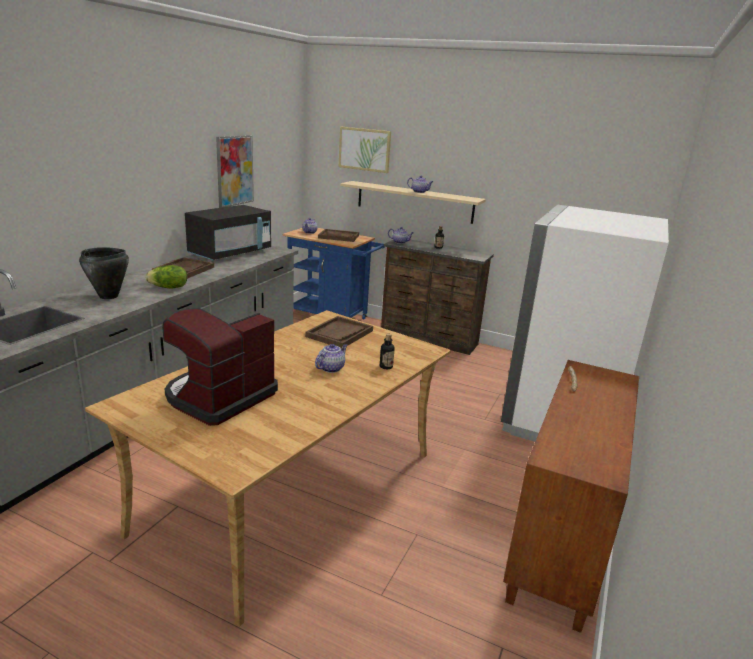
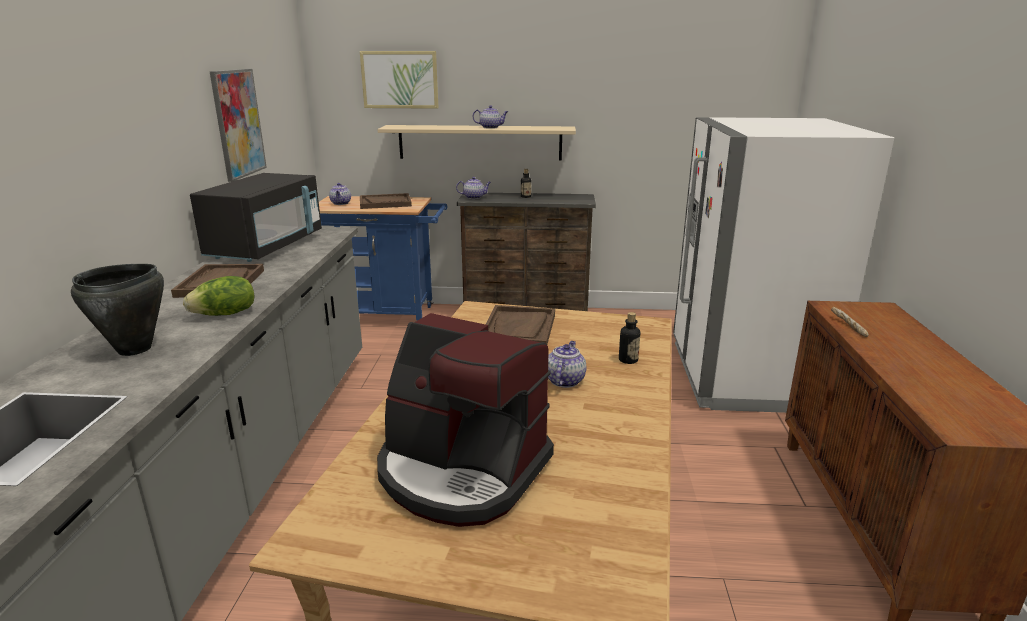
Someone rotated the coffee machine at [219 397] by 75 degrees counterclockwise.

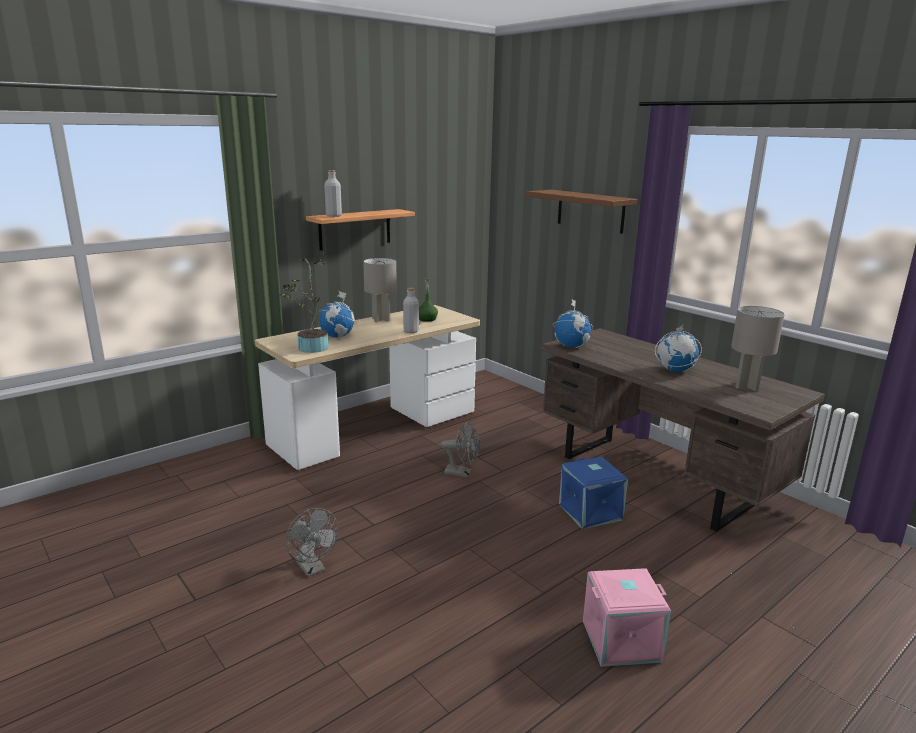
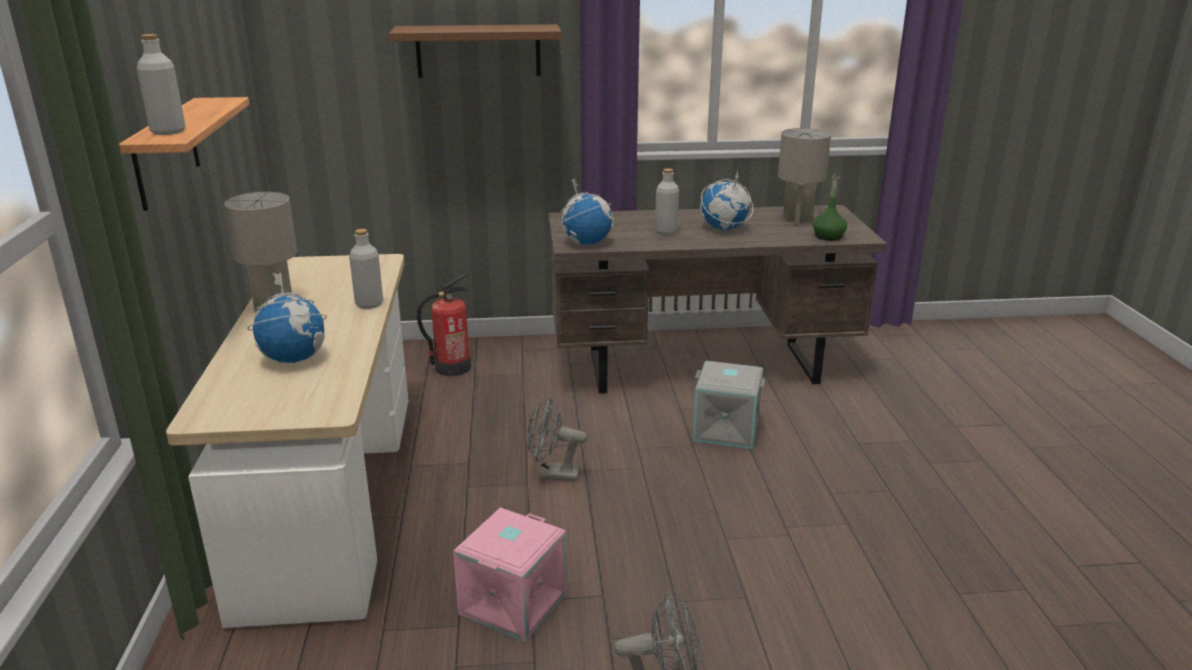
Someone took away the potted plant at [310 348].
Someone put down the fire extinguisher at [452 368].
Someone put down the bottle/grey at [666 231].
Someone carried the bottle/green from [427 319] to [828 236].
Someone carried the storage box/pink from [621 639] to [512 602].
Someone repainted the storage box/blue at [591 512], which became the storage box/grey at [727 429].
Someone rotated the fan/grey at [462 473] by 135 degrees counterclockwise.

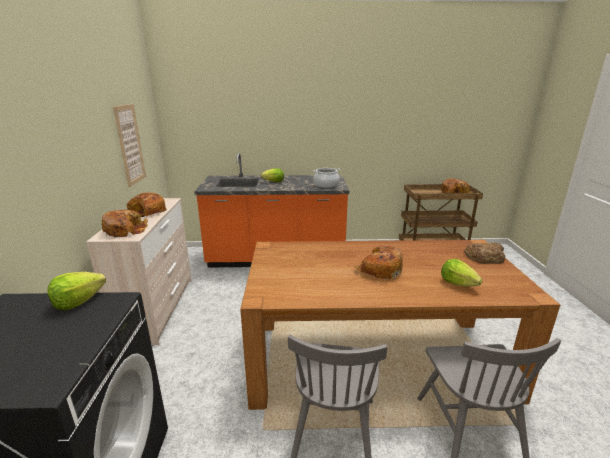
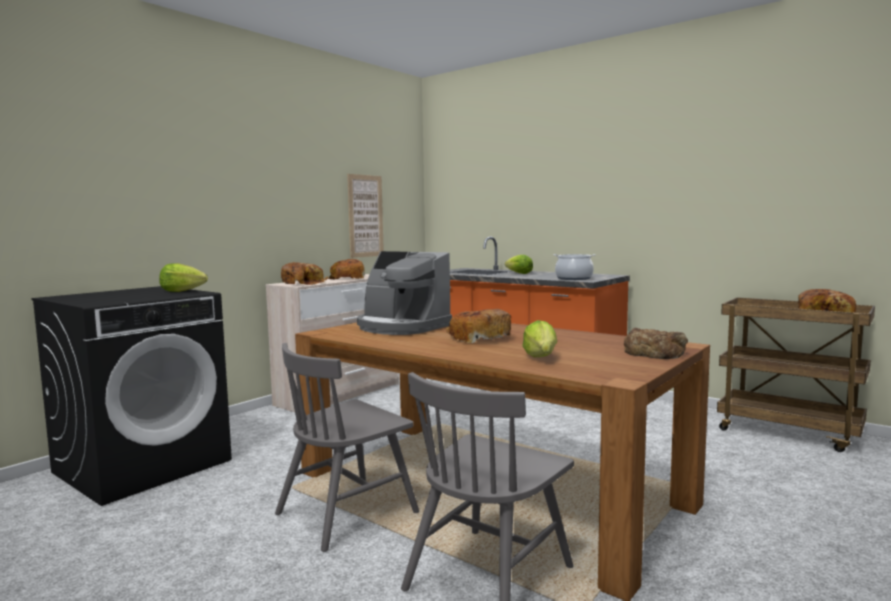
Someone put down the coffee machine at [401 327].

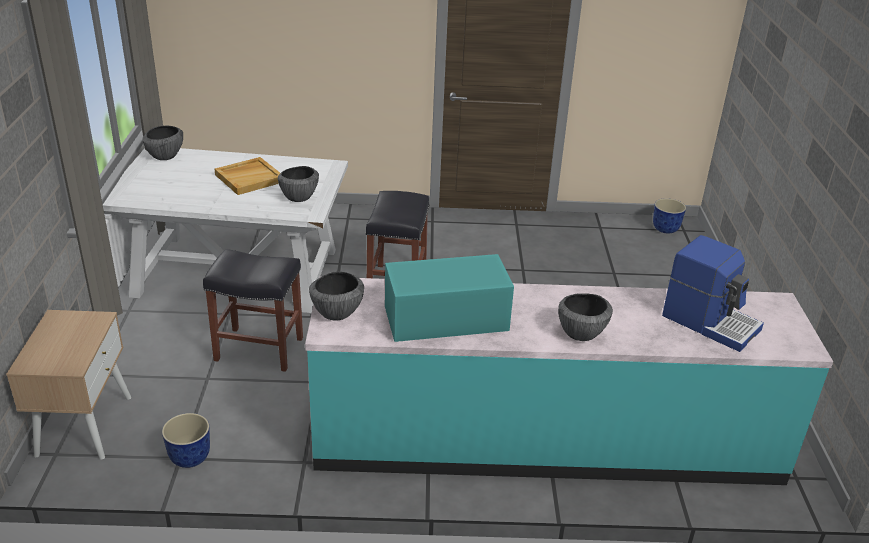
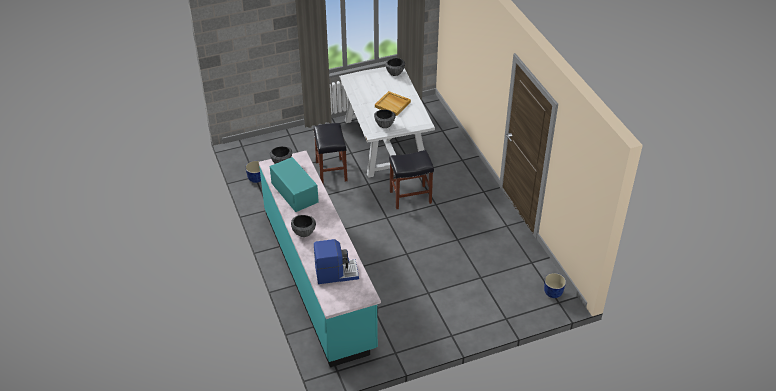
Someone took away the nightstand/beige at [84 425].
Someone rotated the coffee machine at [710 322] by 120 degrees counterclockwise.

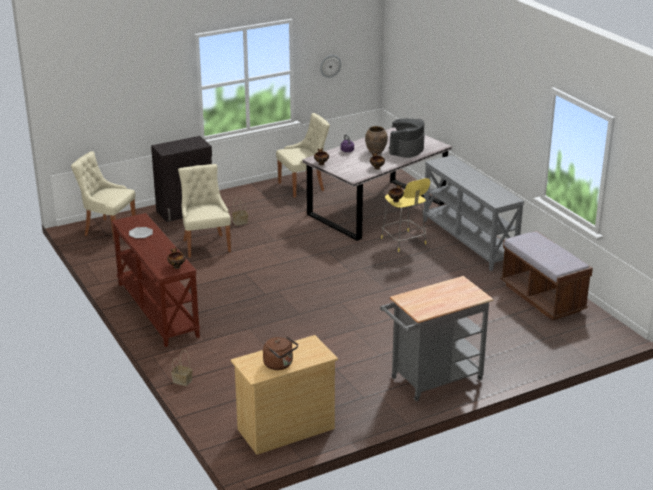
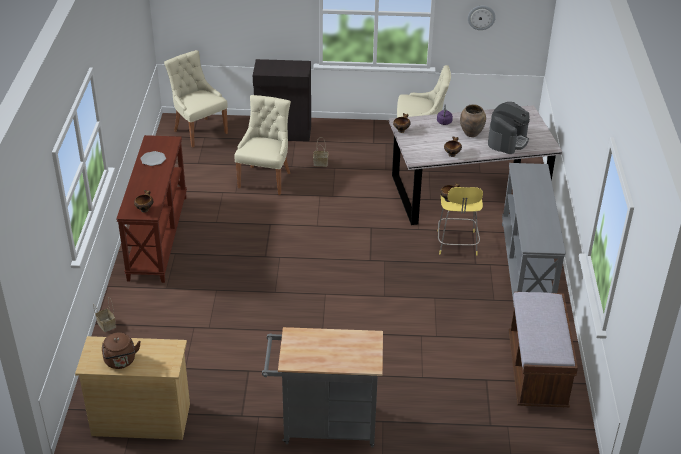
Someone rotated the coffee machine at [406 149] by 150 degrees clockwise.

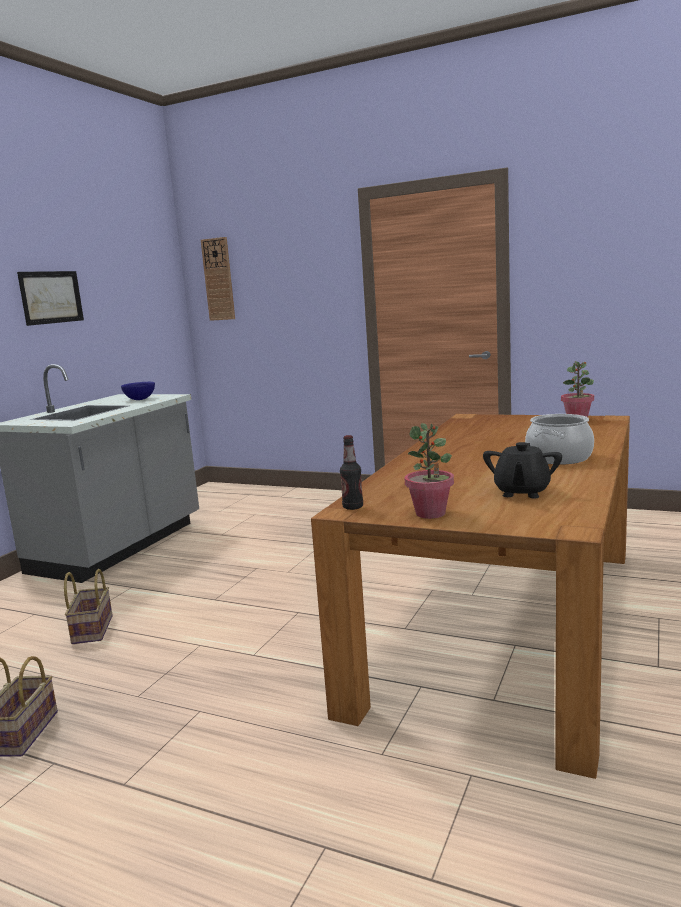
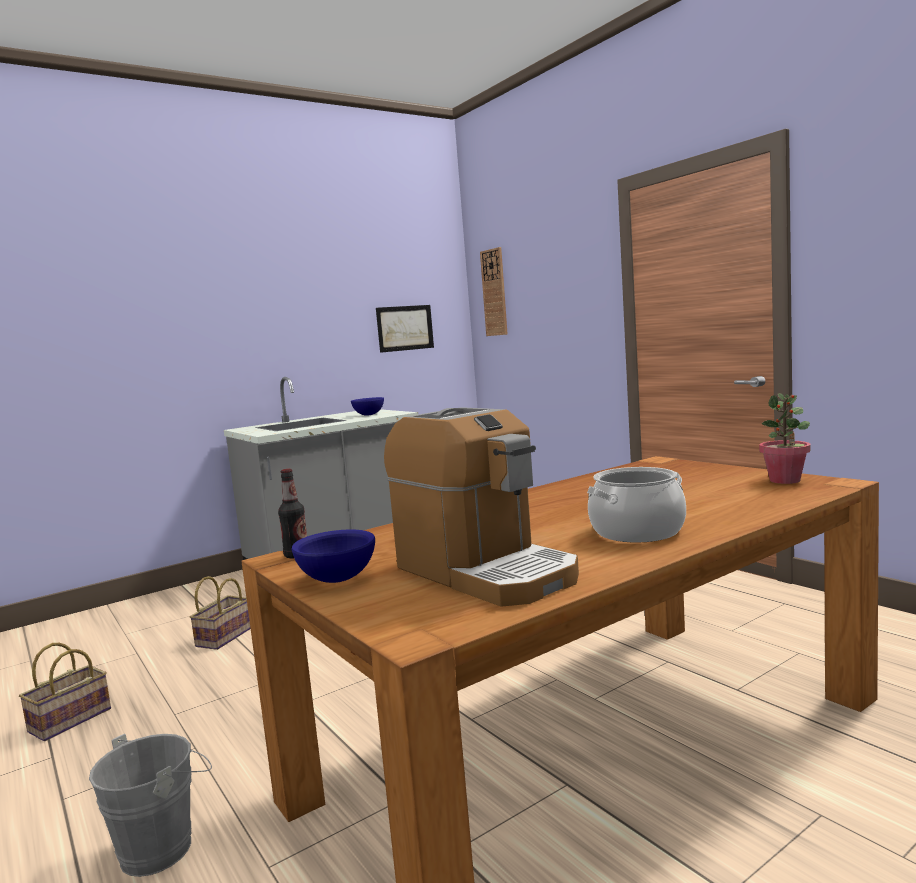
Someone put down the bucket/grey at [164 846].
Someone carried the picture from [51 297] to [405 328].
Someone swapped the potted plant at [431 513] for the bowl/blue at [339 579].
Someone swapped the teapot/black at [521 492] for the coffee machine at [485 572].

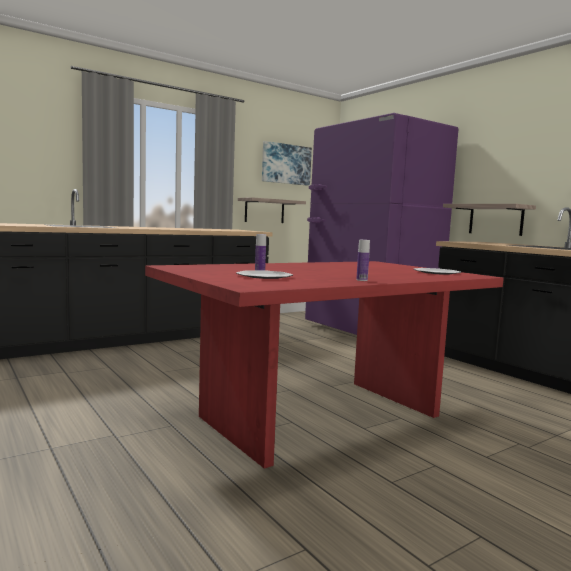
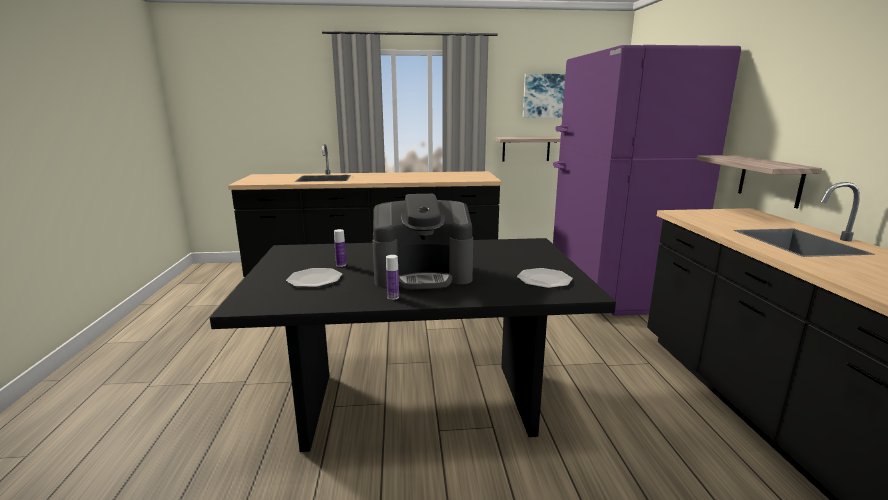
Someone put down the coffee machine at [423 274].
Someone repainted the dining table/red at [322 415], which became the dining table/black at [419 402].

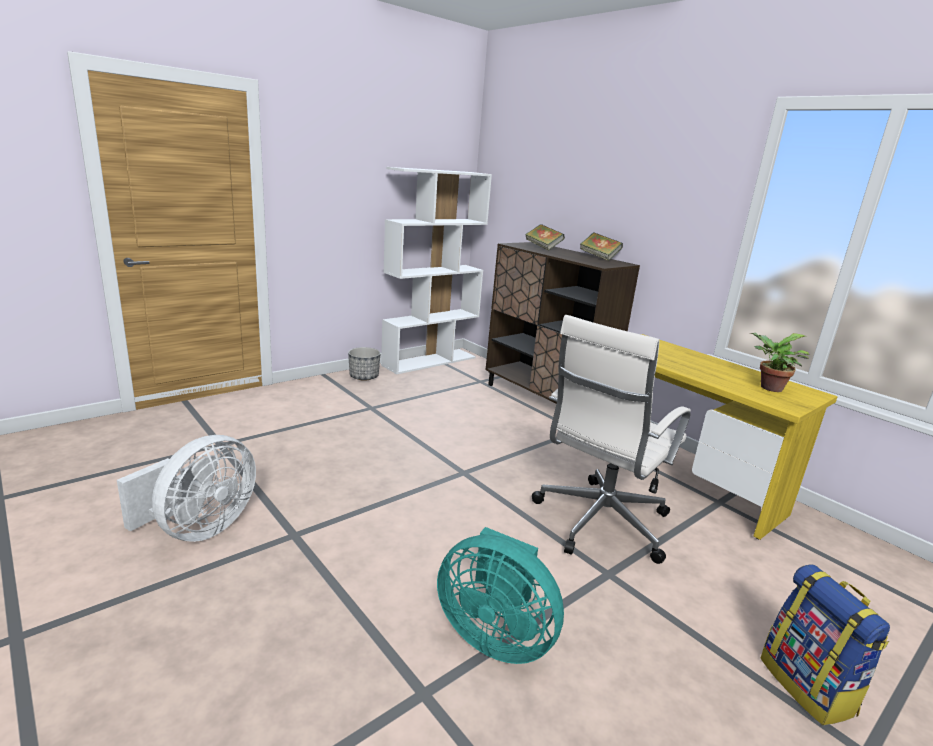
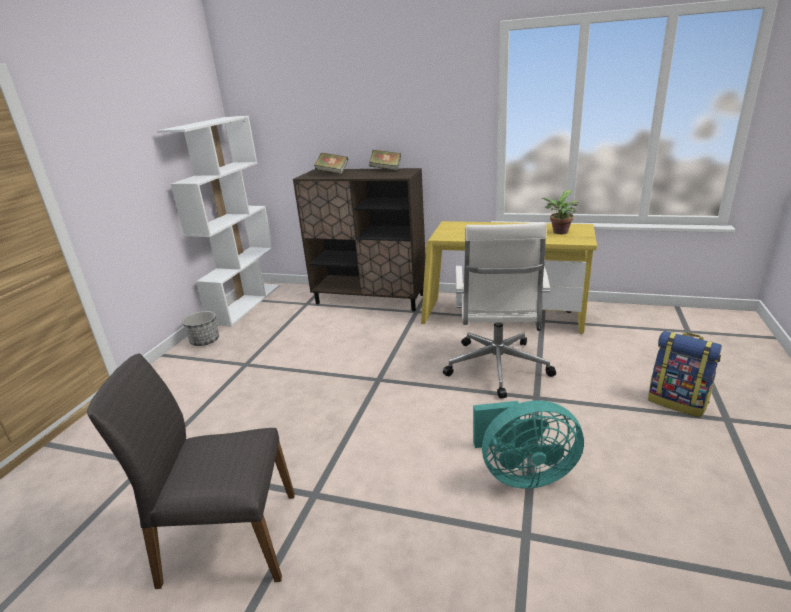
Someone swapped the fan/white at [199 529] for the chair/grey at [228 539].

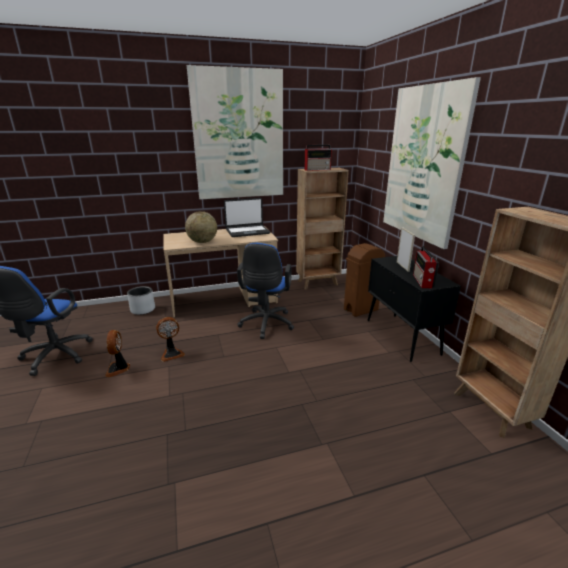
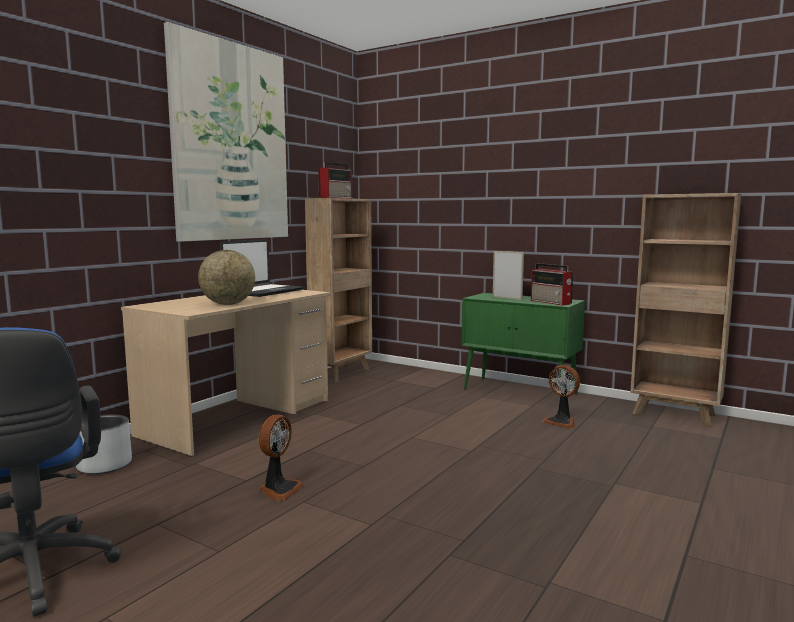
Someone took away the office chair/blue at [266 325].
Someone took away the trash can/brown at [361 309].
Someone took away the picture at [423 164].
Someone carried the fan from [118 369] to [561 422].
Someone repainted the cabinet/black at [402 337], which became the cabinet/green at [521 391].

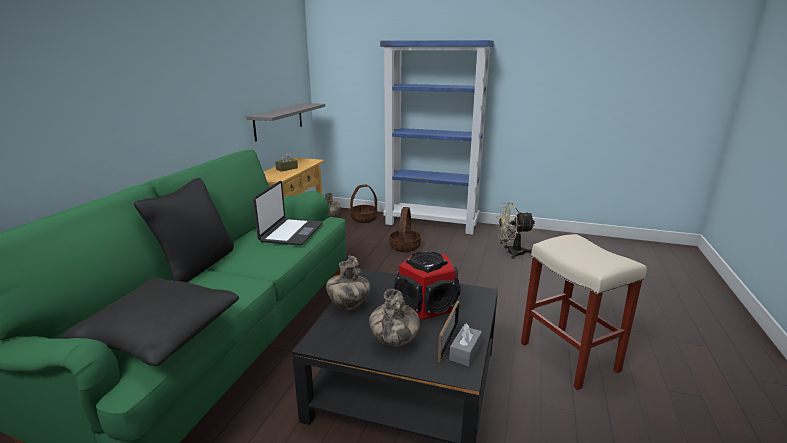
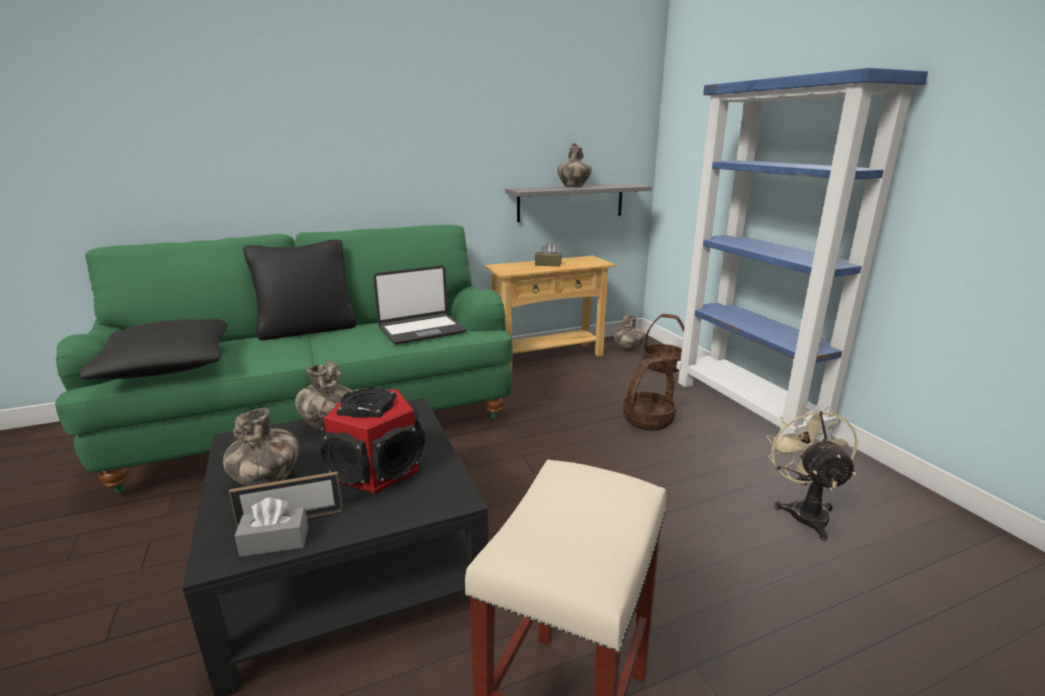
Someone put down the vase at [573 187].
Someone rotated the fan/beige at [511 253] by 45 degrees clockwise.

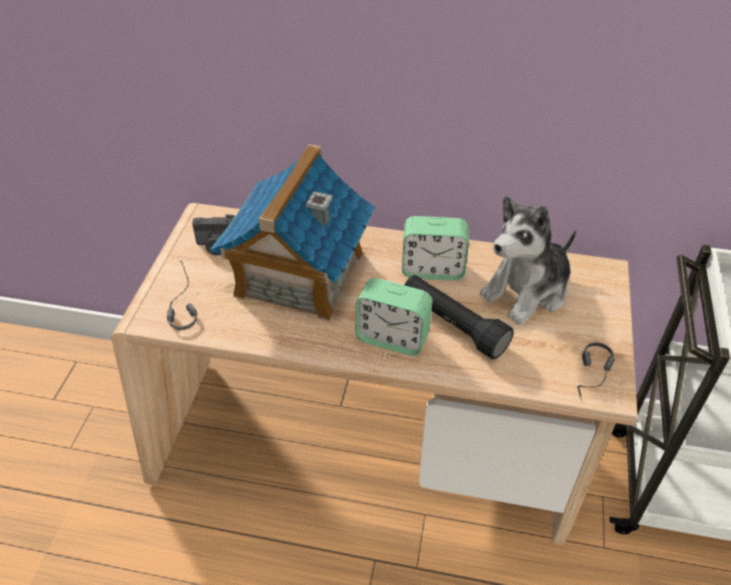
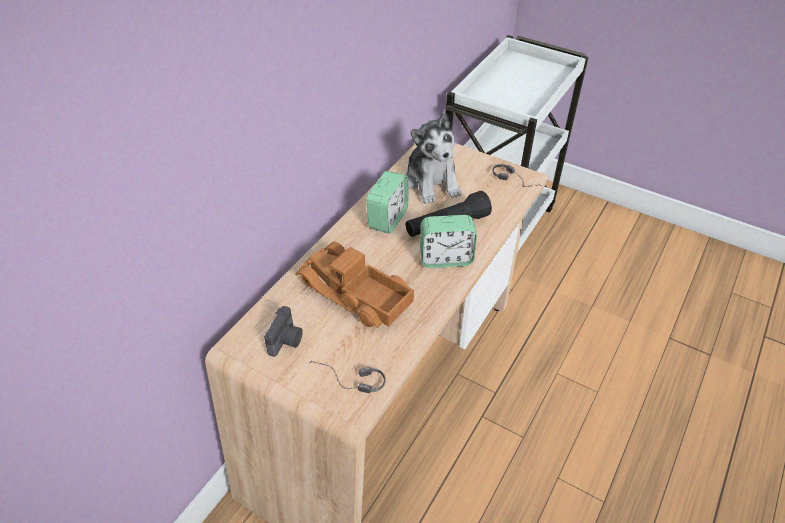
Someone swapped the toy house at [299 275] for the toy truck at [354 294].
Someone rotated the alarm clock at [392 338] by 45 degrees clockwise.

